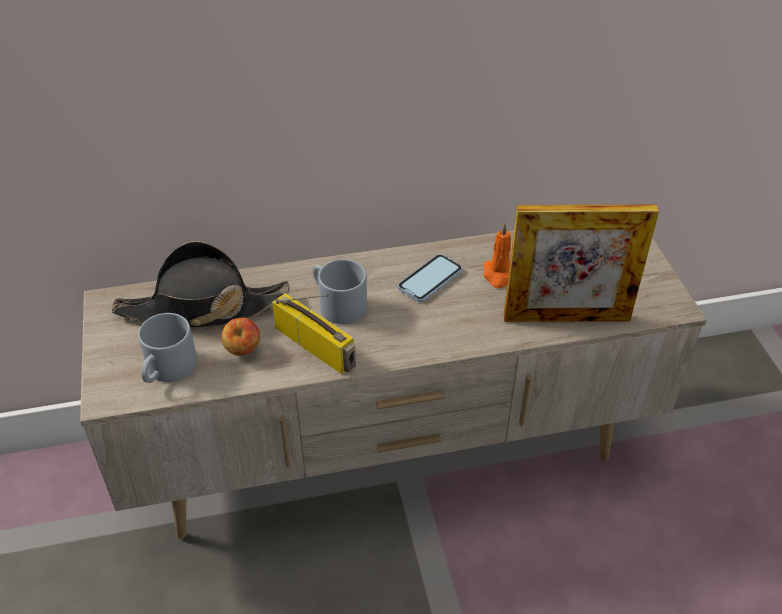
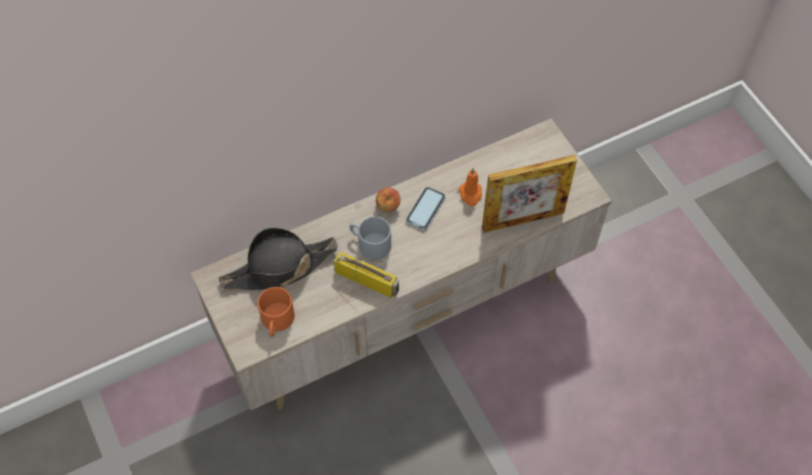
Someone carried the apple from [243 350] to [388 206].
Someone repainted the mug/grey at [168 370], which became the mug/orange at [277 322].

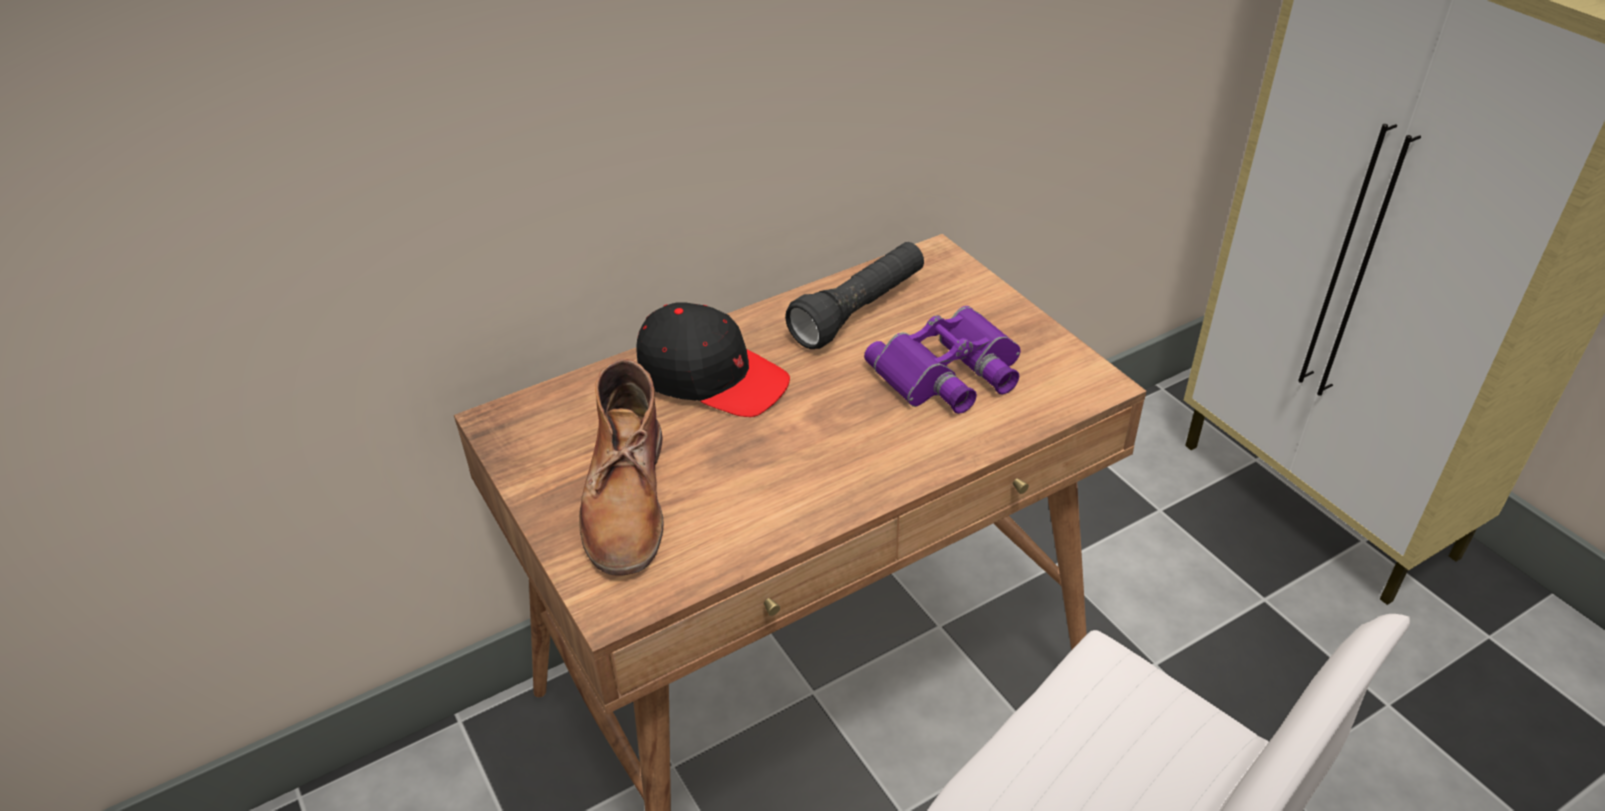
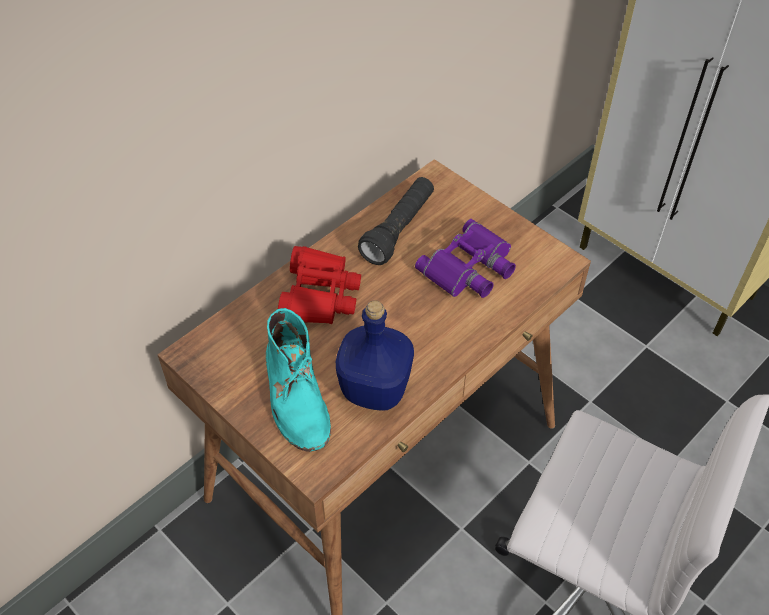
Someone put down the bottle/blue at [375 390].
Someone swapped the cap/black at [712 376] for the binoculars/red at [319 296].
Someone repainted the boot/brown at [626 499], which became the boot/turquoise at [296 396].

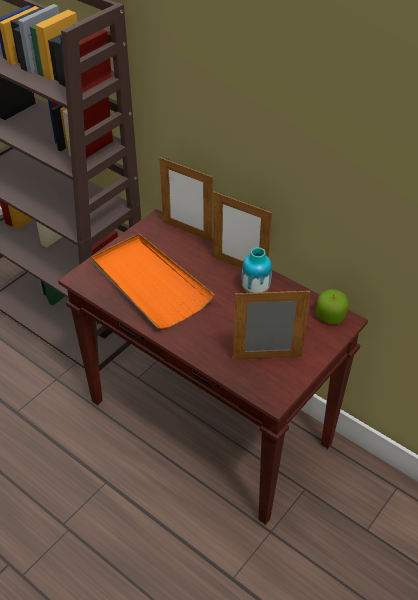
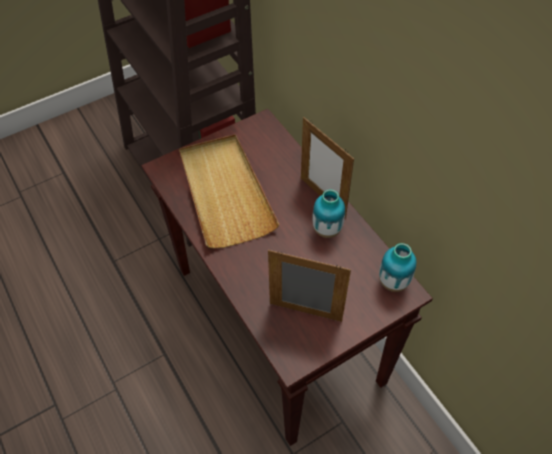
Someone took away the picture frame at [187 231].
Someone swapped the apple at [330 316] for the vase at [393 282].
Someone repainted the tray/orange at [149 283], which became the tray/beige at [225 192].

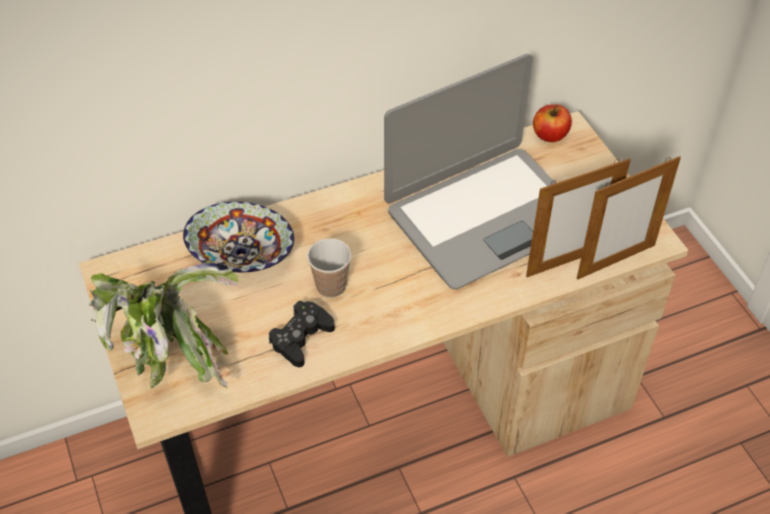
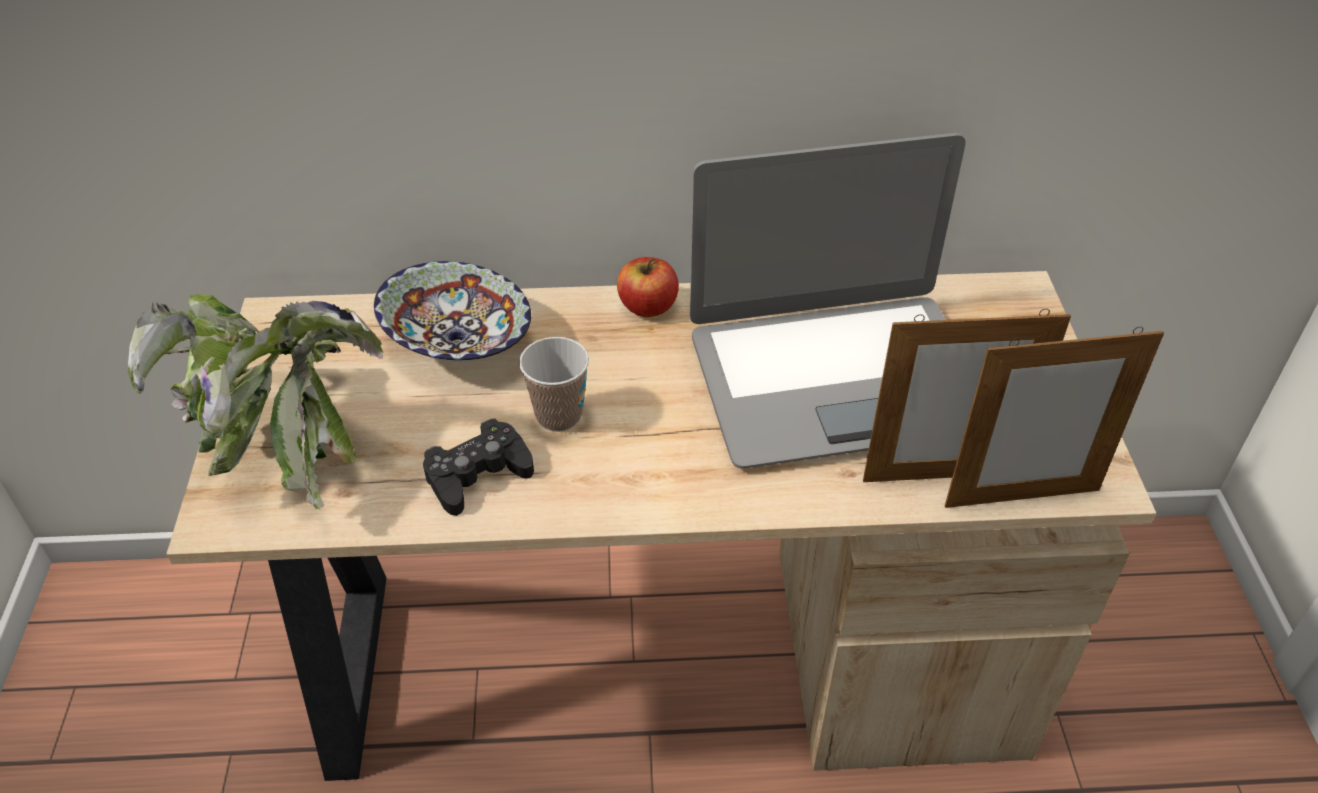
Someone carried the apple from [550 135] to [648 307].

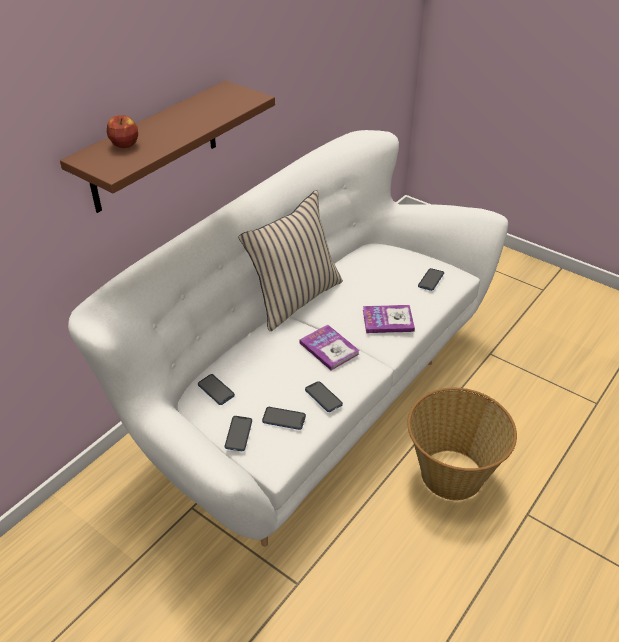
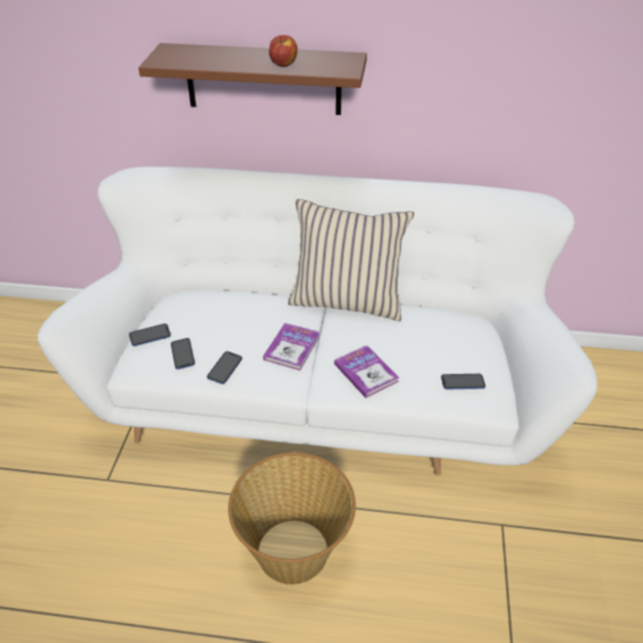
Someone took away the phone at [216 390].
Someone carried the apple from [124 144] to [284 64].

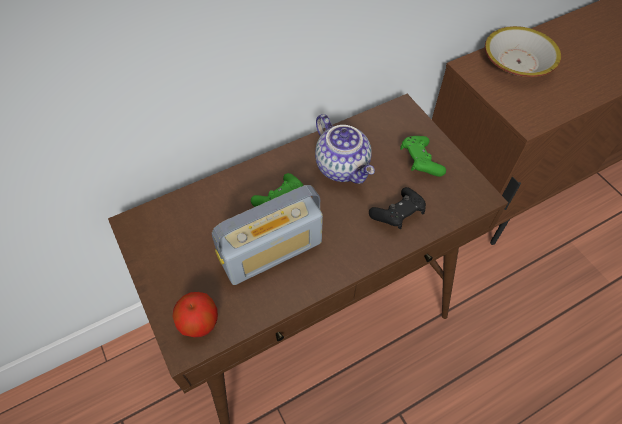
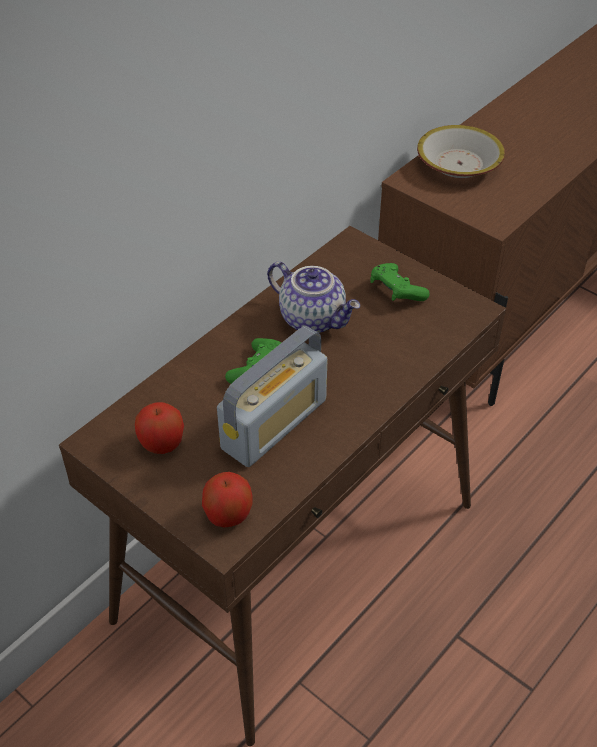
Someone took away the game controller/black at [398 214].
Someone put down the apple at [162 443].

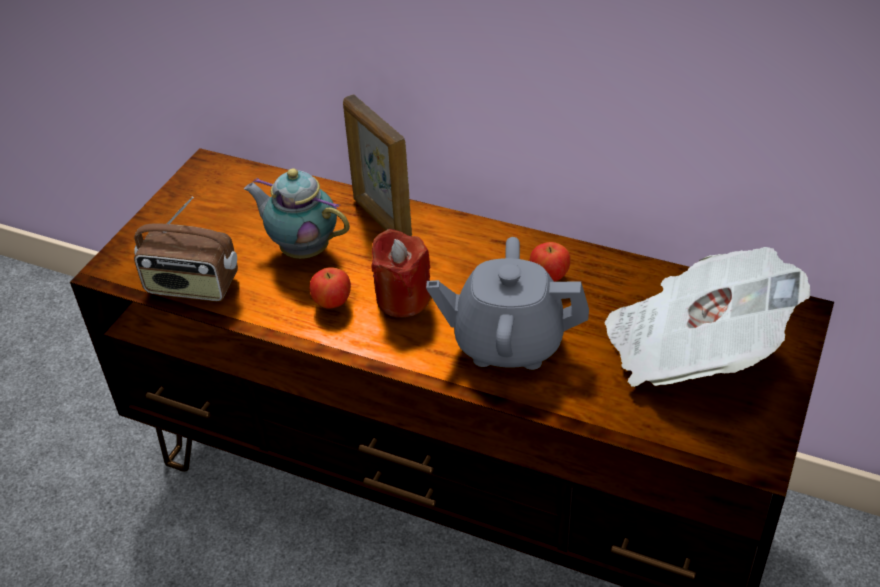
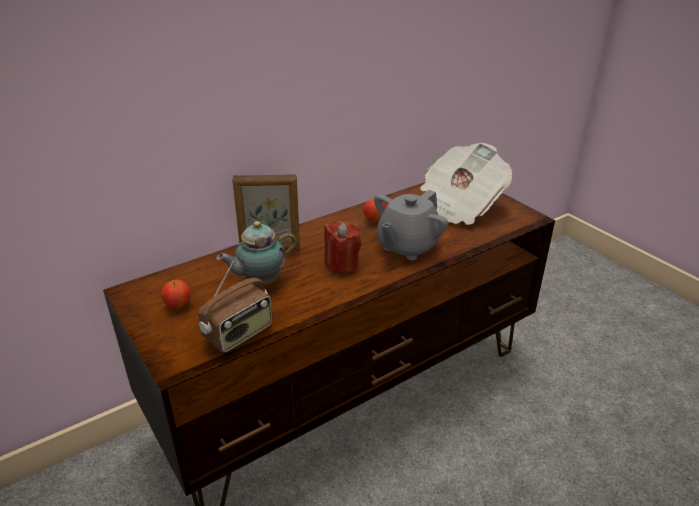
Someone carried the apple from [333 303] to [178 305].

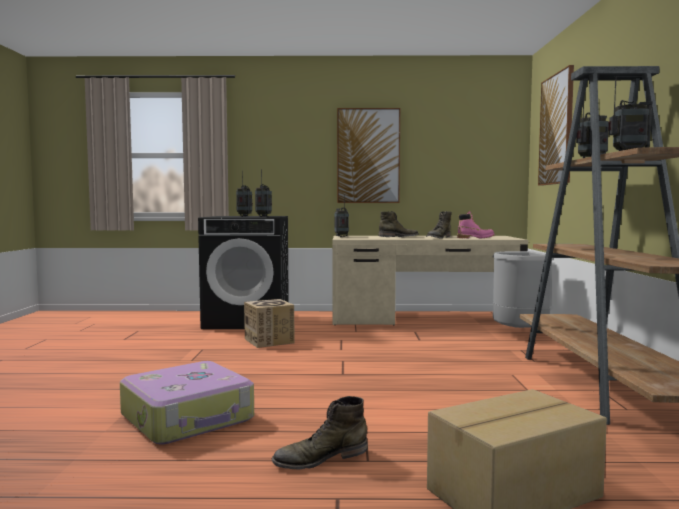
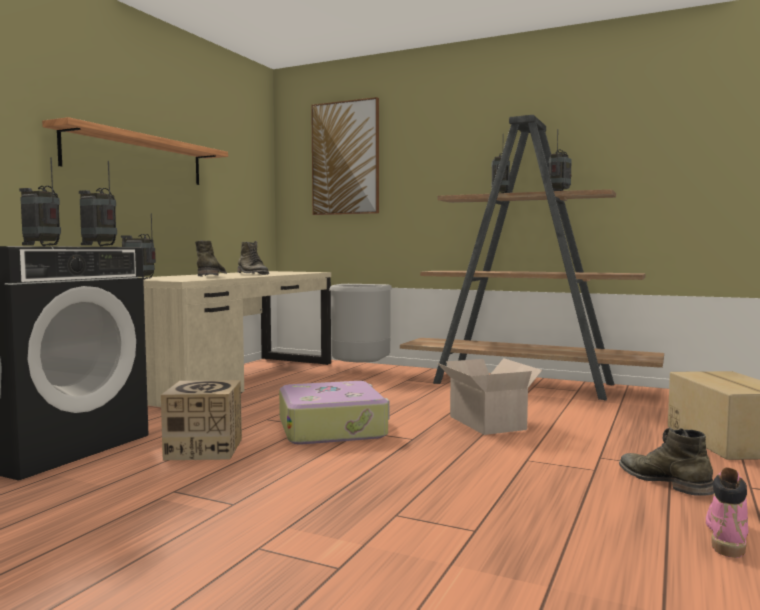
Someone put down the cardboard box at [486 422].
Someone carried the suitcase from [189 417] to [333 428].
Someone carried the boot/pink from [475 238] to [726 536].
Someone swapped the picture at [368 156] for the shelf at [136 158].
Someone rotated the boot/green at [320 458] by 150 degrees clockwise.

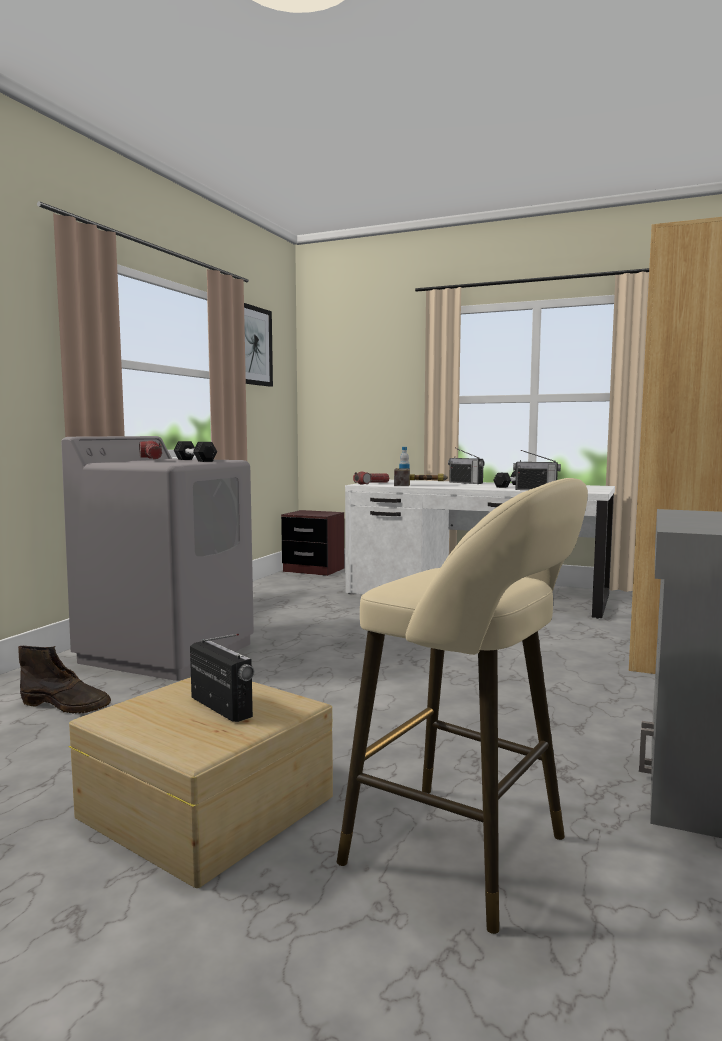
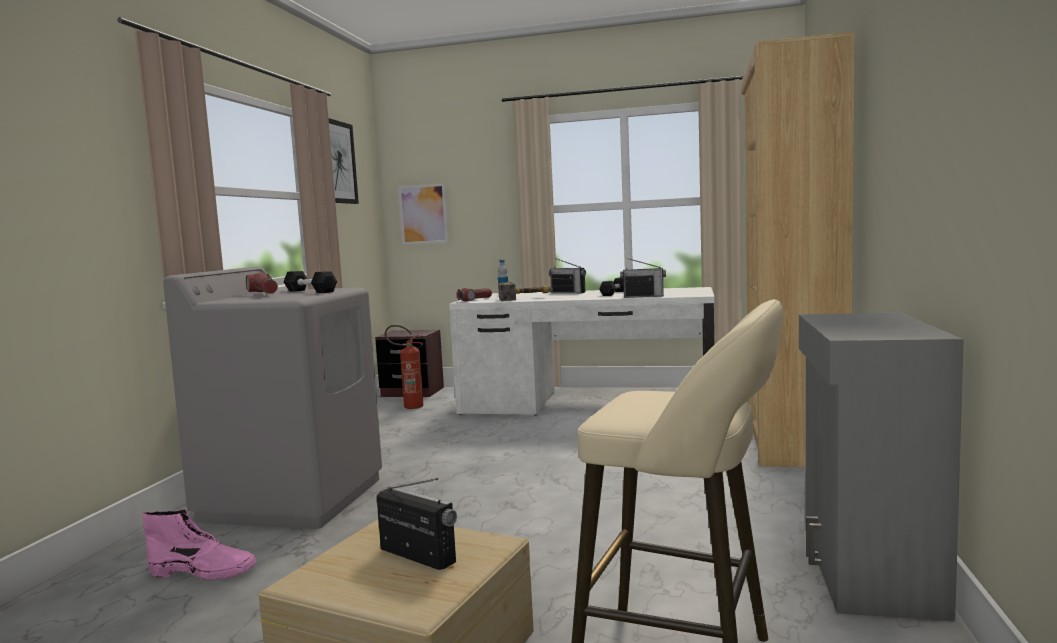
Someone put down the fire extinguisher at [408 407].
Someone put up the picture at [423 214].
Someone repainted the boot/brown at [66 705], which became the boot/pink at [204 572].

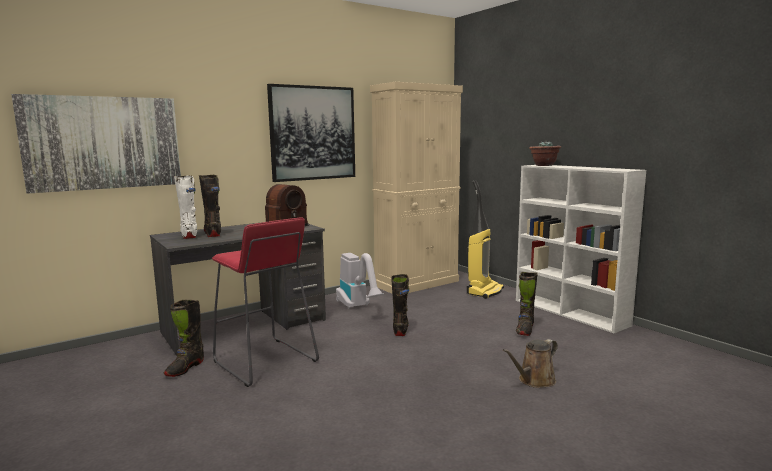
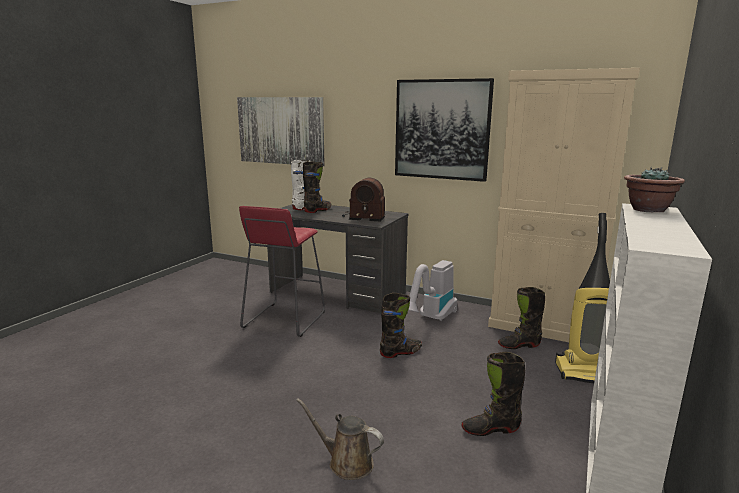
Someone carried the boot/black from [185 368] to [519 345].

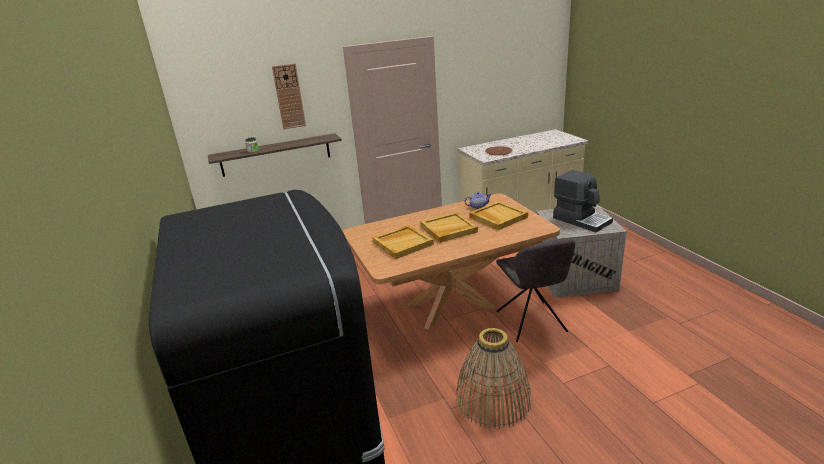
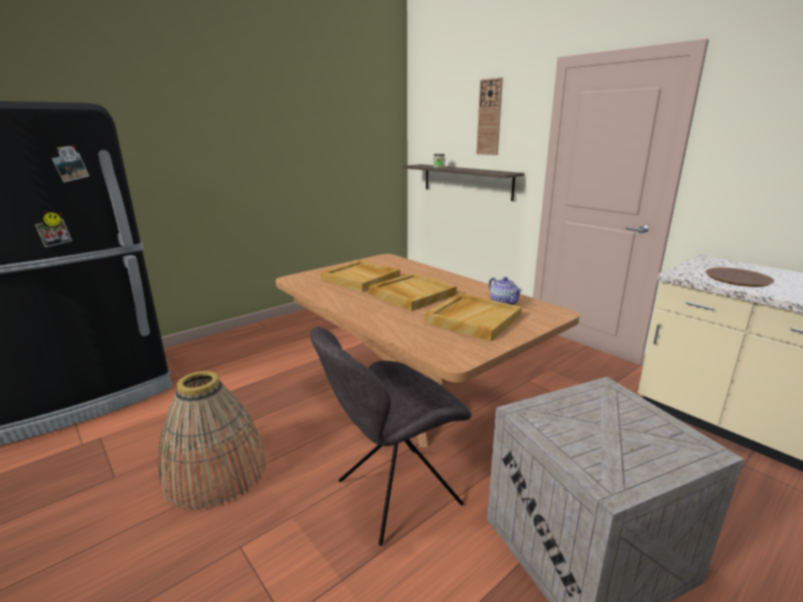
Someone took away the coffee machine at [581 220].

